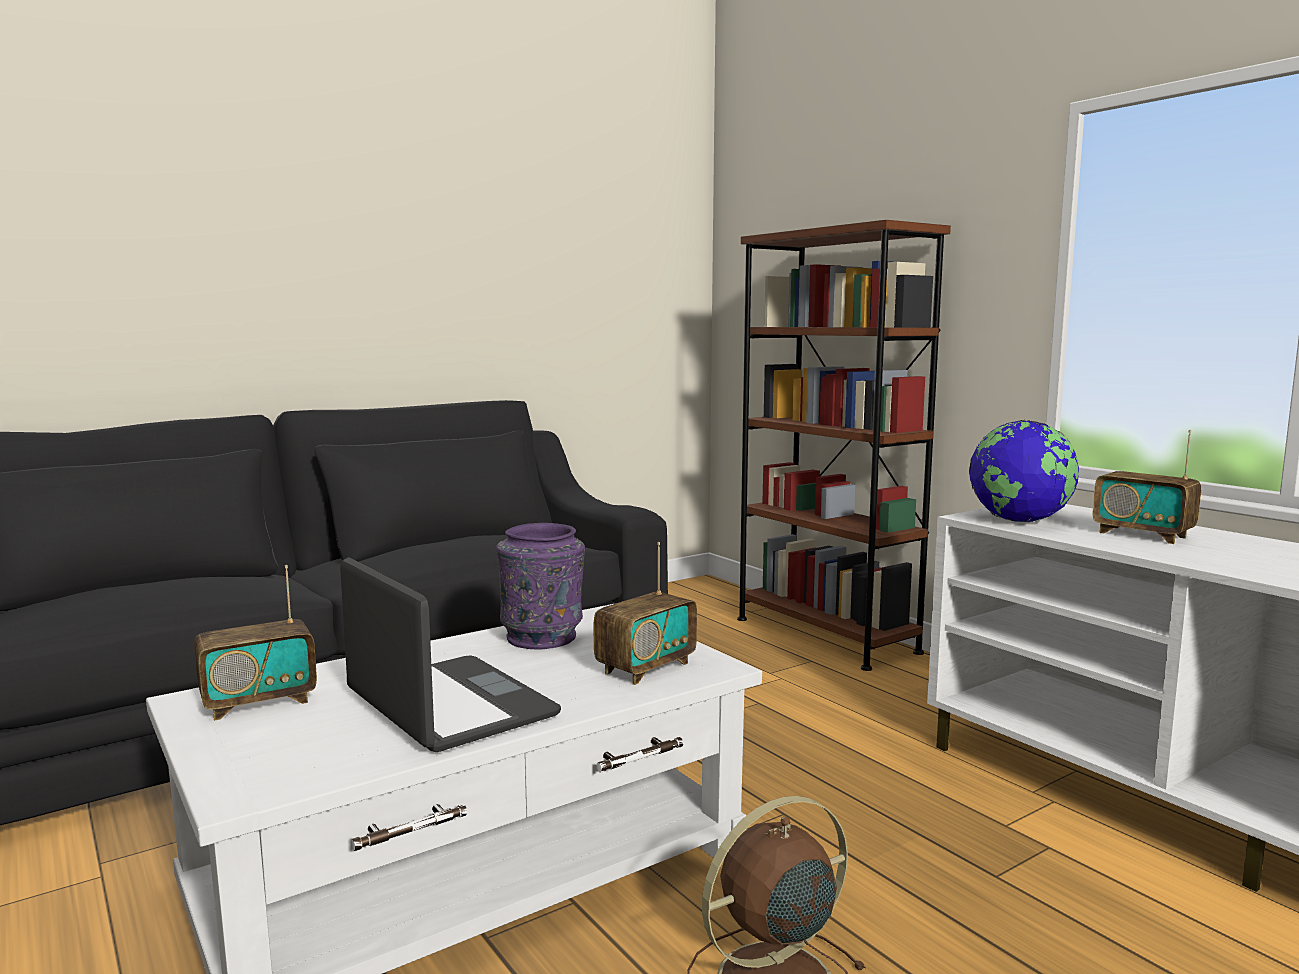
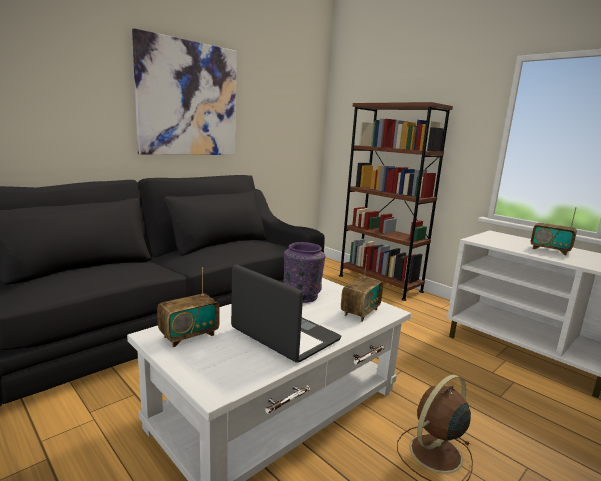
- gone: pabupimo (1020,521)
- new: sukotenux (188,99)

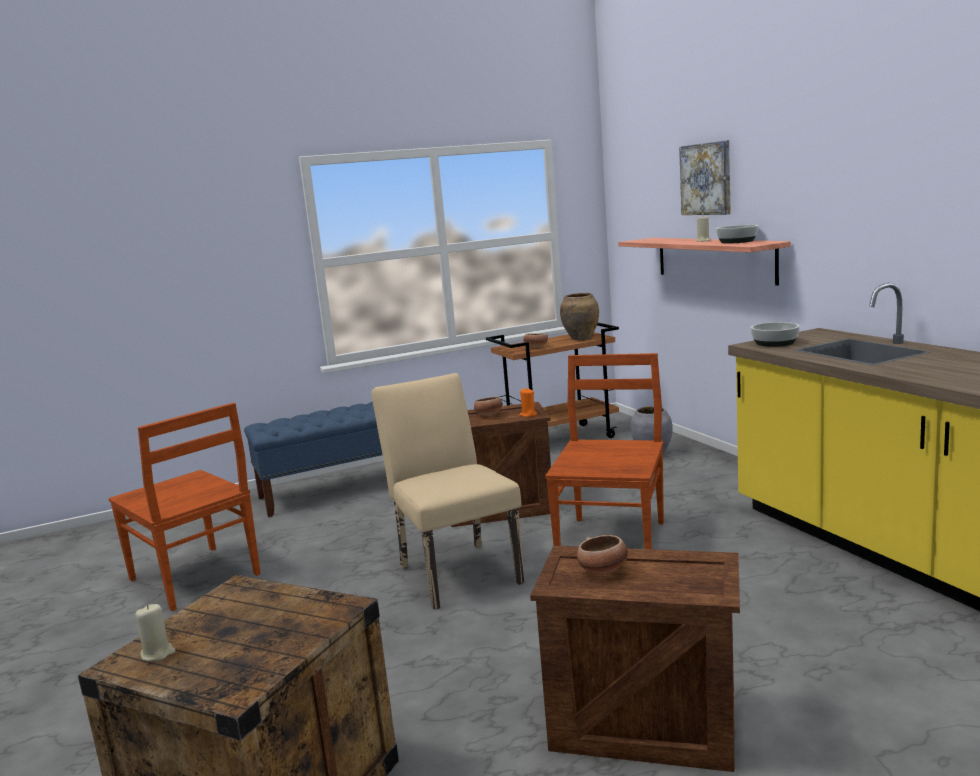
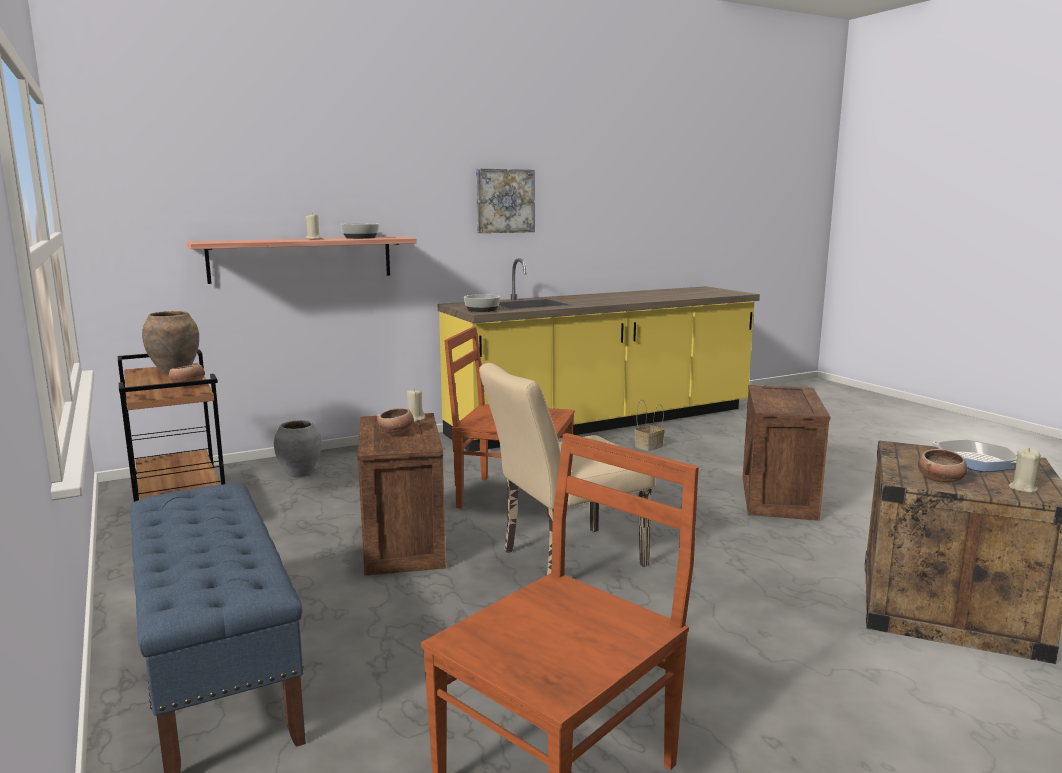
- shifted: sukotenux (706,179) to (505,201)
- repainted: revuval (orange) (528,415) to revuval (beige) (415,419)
- shifted: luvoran (603,570) to (940,480)
- new: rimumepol (649,446)
- new: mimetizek (974,461)

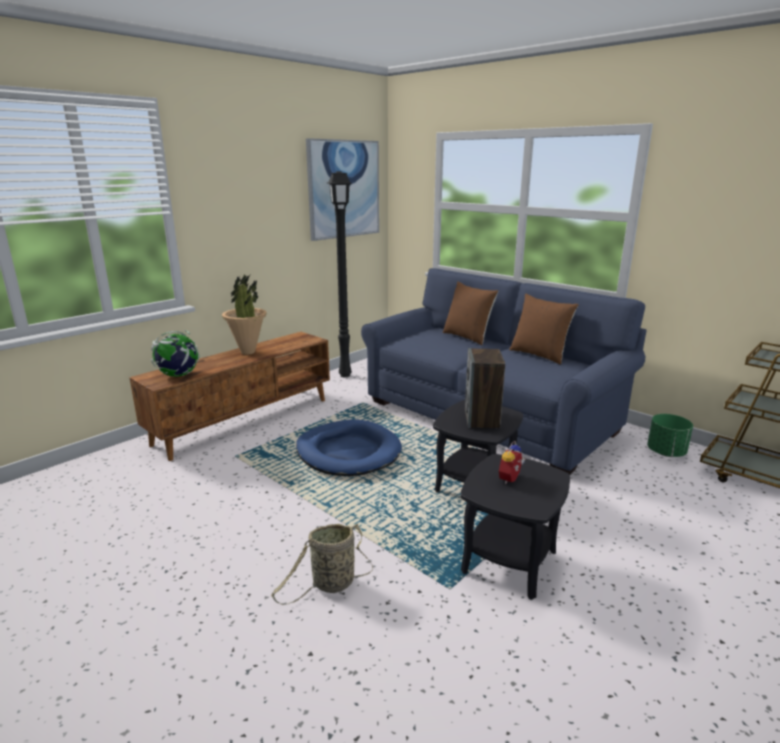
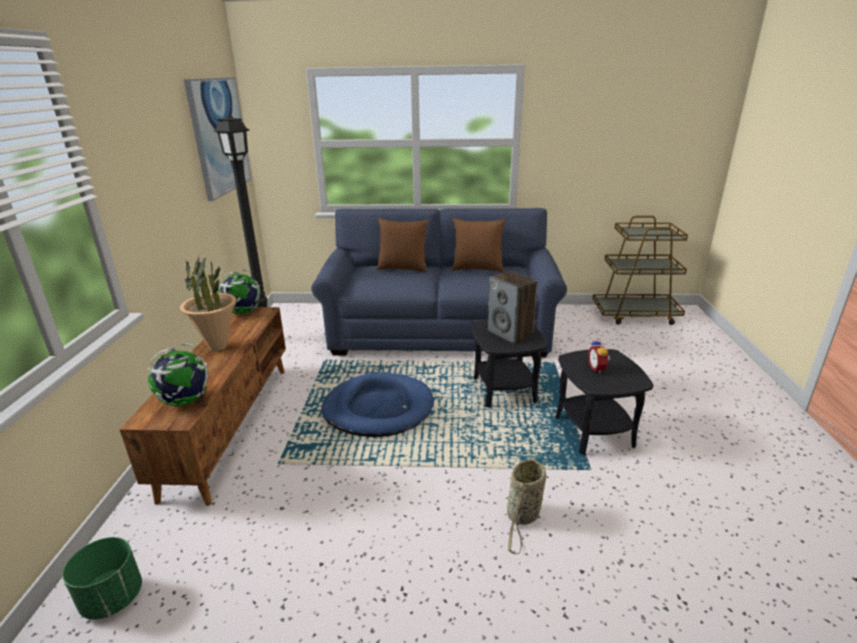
- shifted: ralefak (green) (666,452) to (113,598)
- new: pabupimo (243,312)

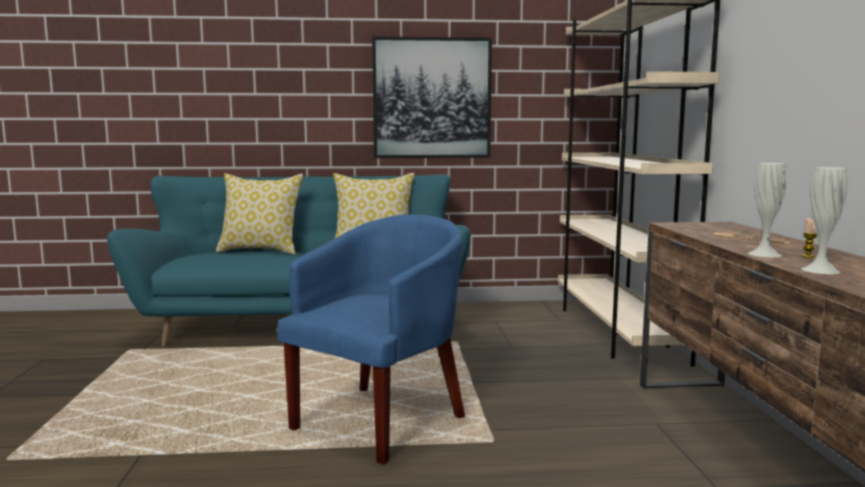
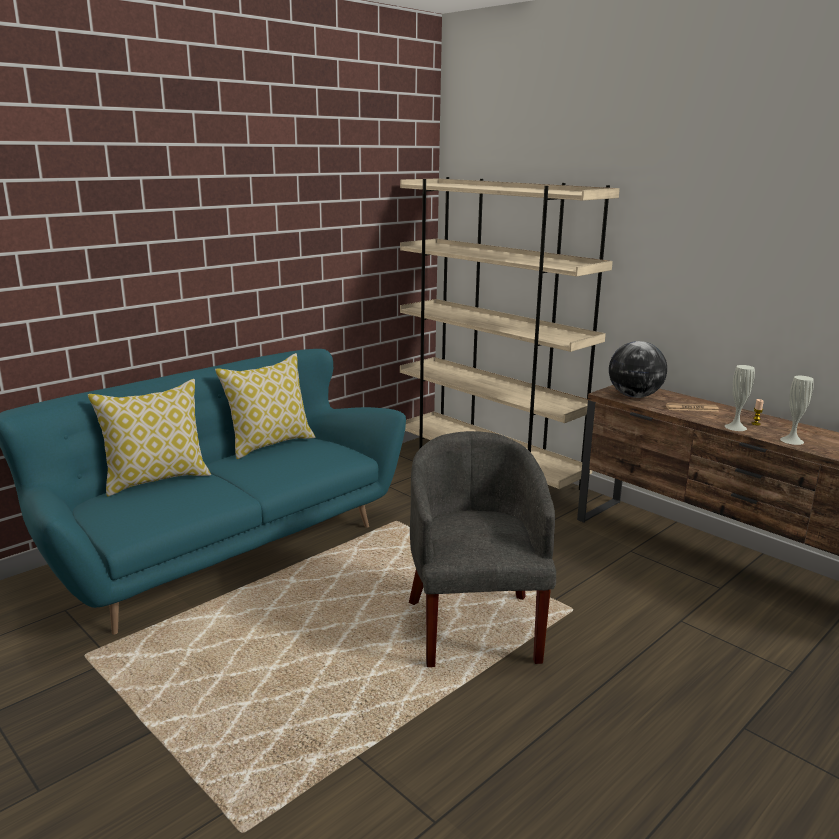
- gone: sukotenux (432,98)
- repainted: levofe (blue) (381,420) to levofe (grey) (474,625)
- new: pabupimo (635,396)

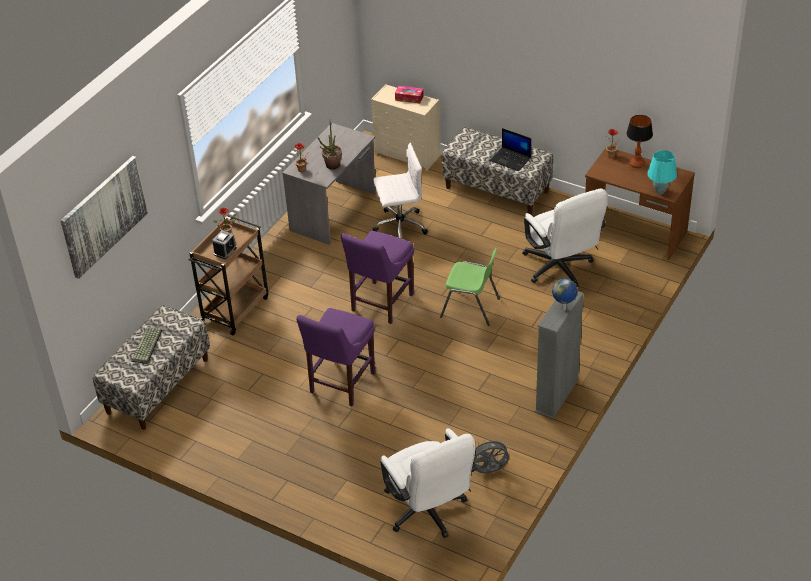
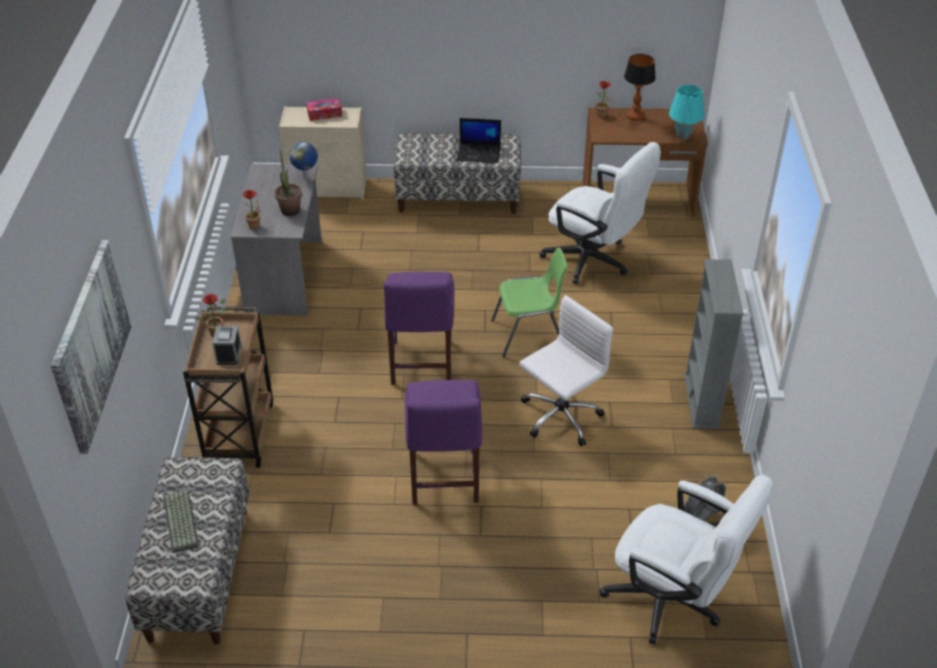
- shifted: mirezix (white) (399,226) to (559,417)
- shifted: pabupimo (564,309) to (306,178)

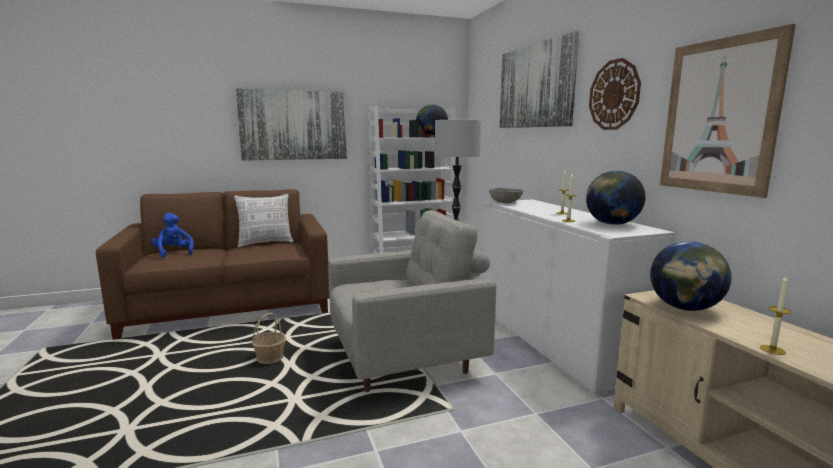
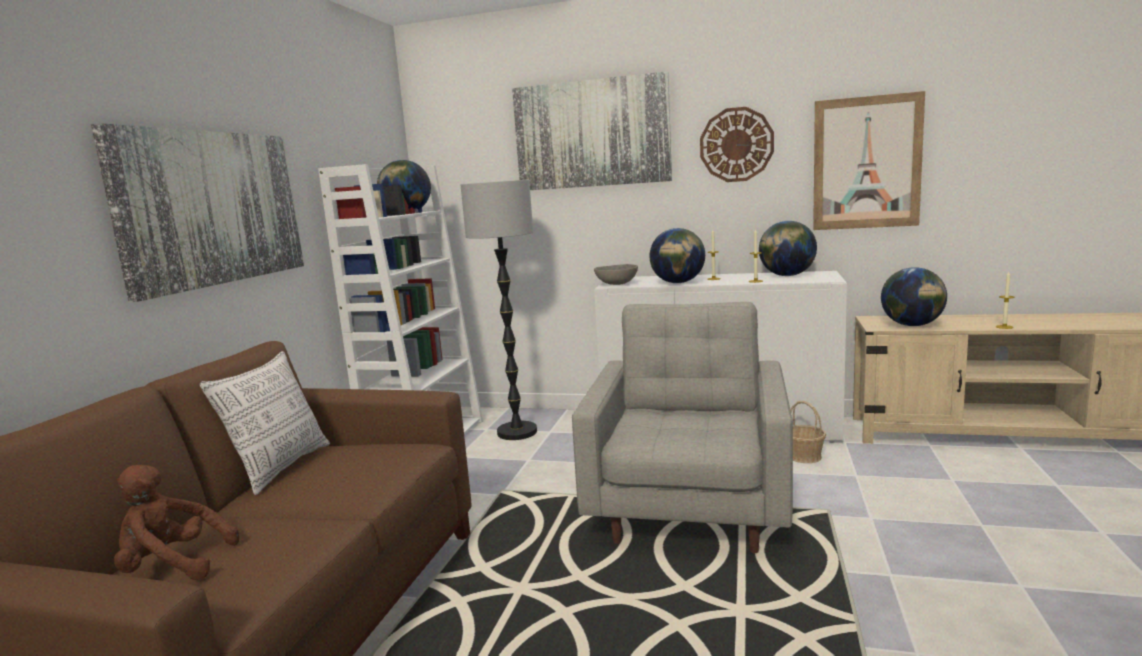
- repainted: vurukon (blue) (174,253) to vurukon (brown) (172,566)
- shifted: rimumepol (270,358) to (804,456)
- new: pabupimo (678,283)

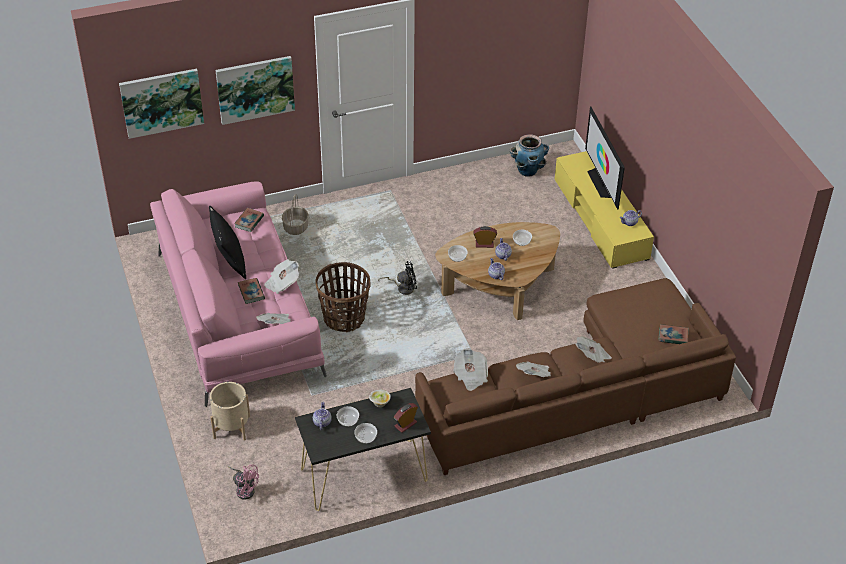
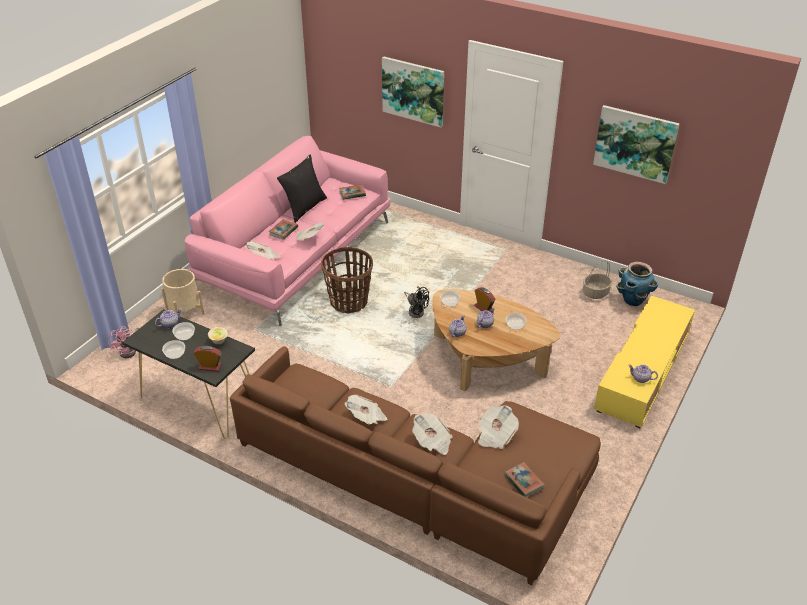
- shifted: sukotenux (162,102) to (635,143)
- gone: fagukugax (602,183)
- shifted: rimumepol (295,227) to (595,292)
- shifted: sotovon (470,376) to (495,435)

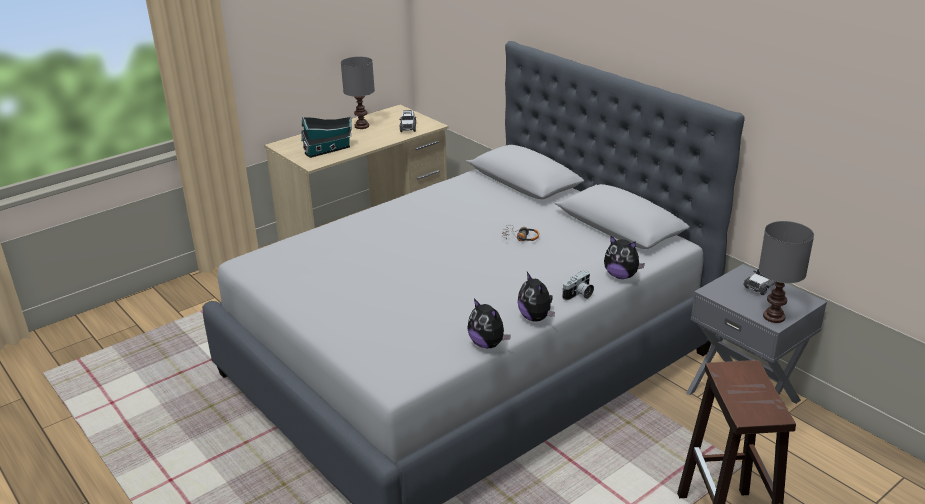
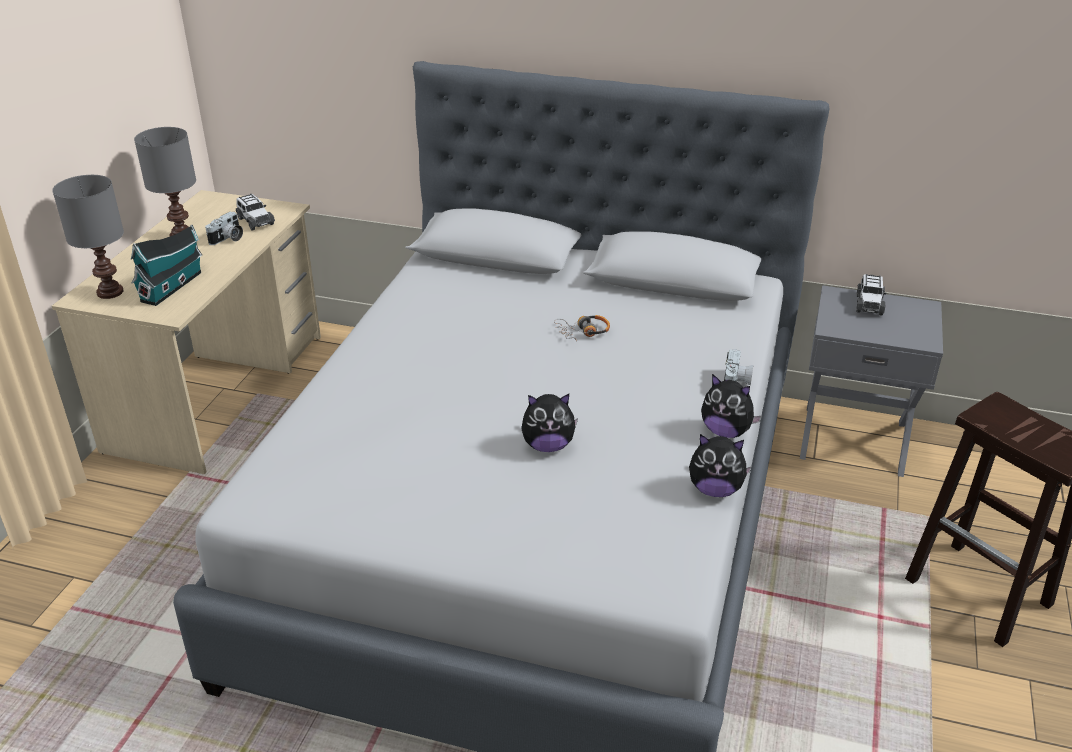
- shifted: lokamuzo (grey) (773,316) to (109,292)
- shifted: vurukon (621,276) to (548,446)
- new: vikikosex (228,239)

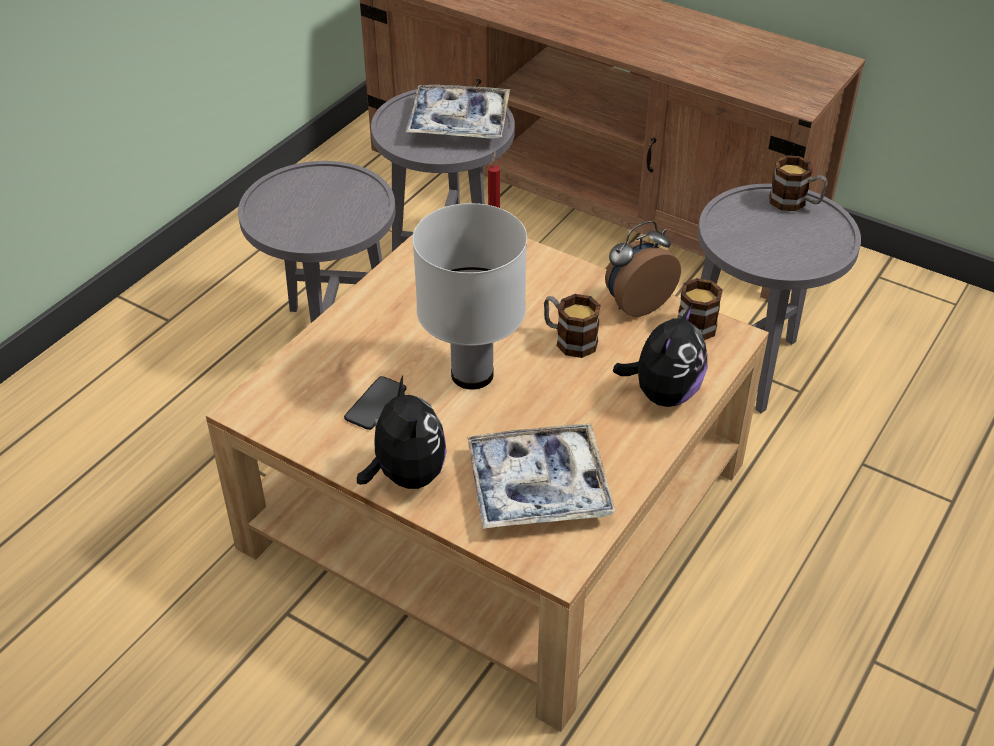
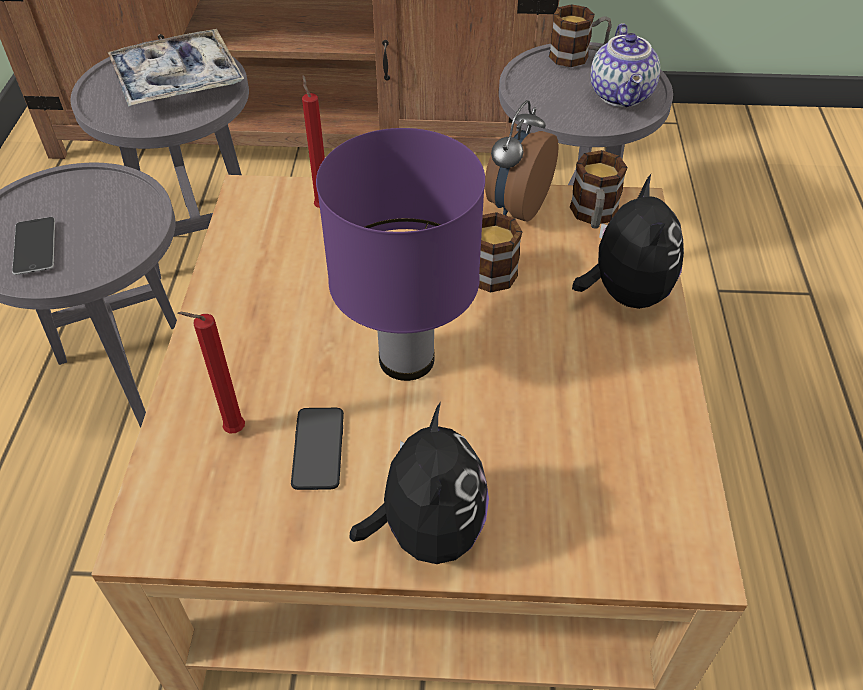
- repainted: lokamuzo (white) (471,375) to lokamuzo (purple) (406,360)
- rotated: vurukon (406,475) = (427,530) 45 degrees clockwise
- gone: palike (538,487)
- new: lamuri (622,95)
- new: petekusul (34,246)
- new: revuval (red) (231,431)

